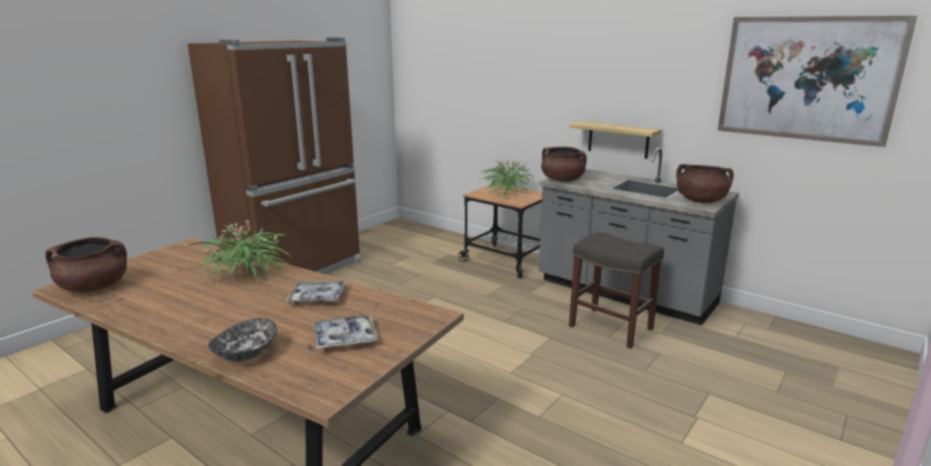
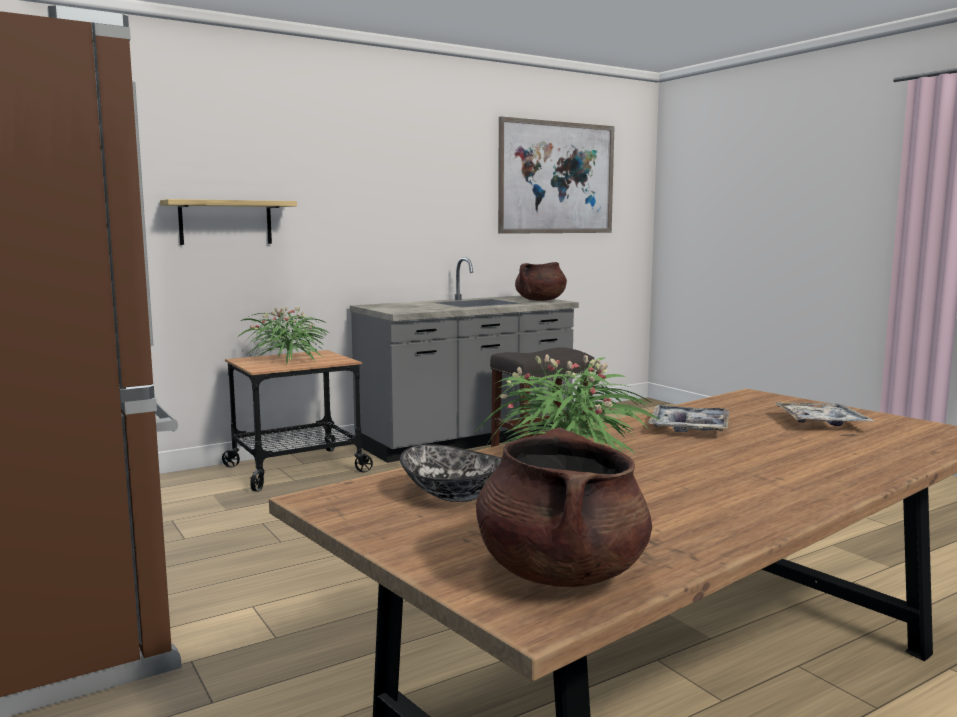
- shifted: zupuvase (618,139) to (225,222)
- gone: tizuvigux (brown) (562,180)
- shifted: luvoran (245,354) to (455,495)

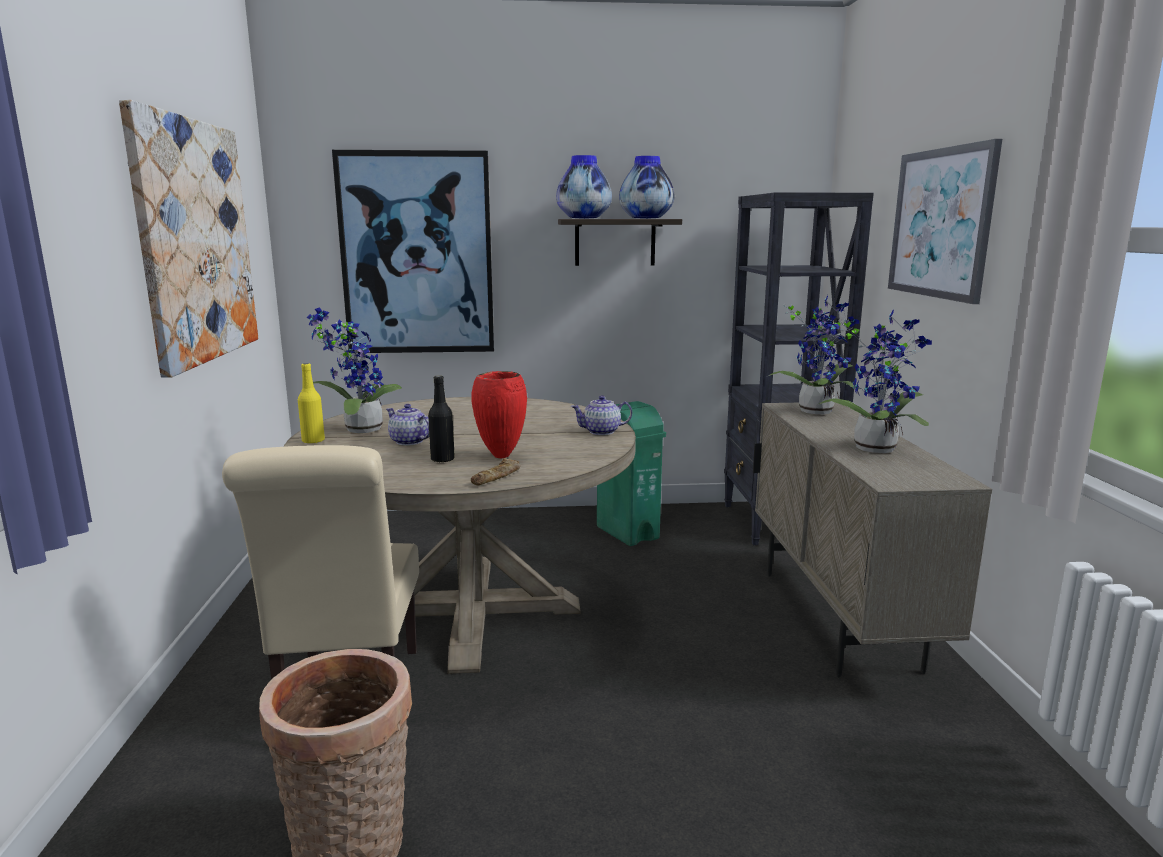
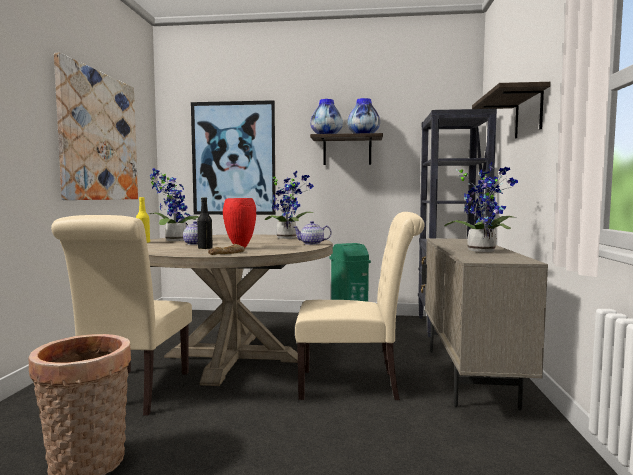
- swapped: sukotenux (940,223) to zupuvase (528,114)
- shifted: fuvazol (816,410) to (288,238)
- new: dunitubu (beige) (356,385)

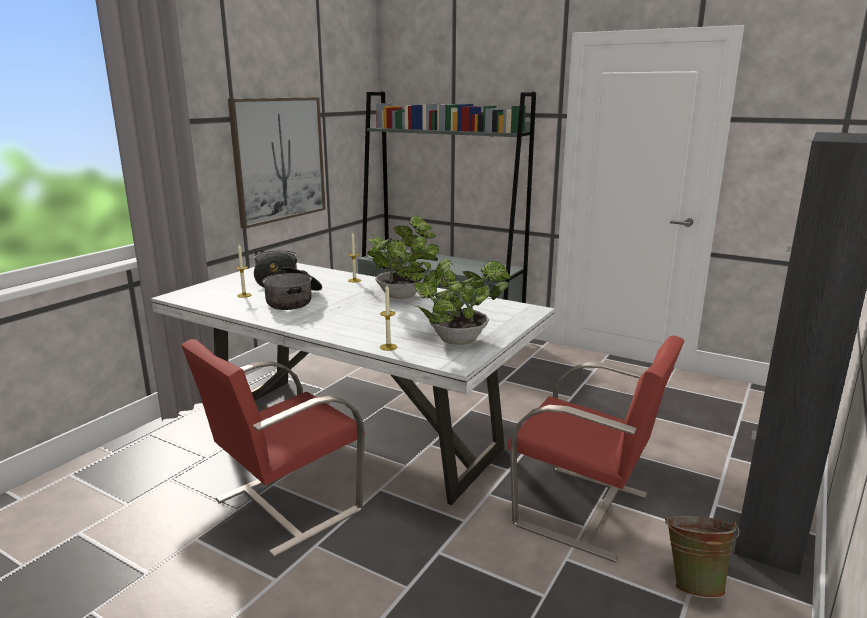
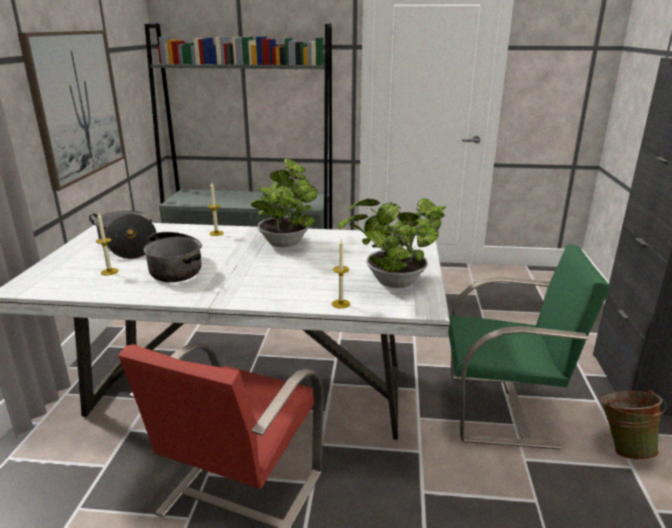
- repainted: dunitubu (red) (584,511) to dunitubu (green) (503,409)

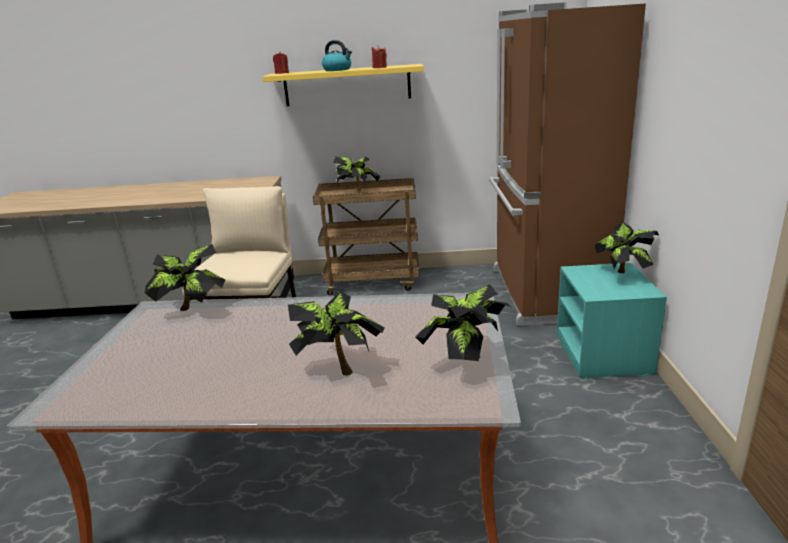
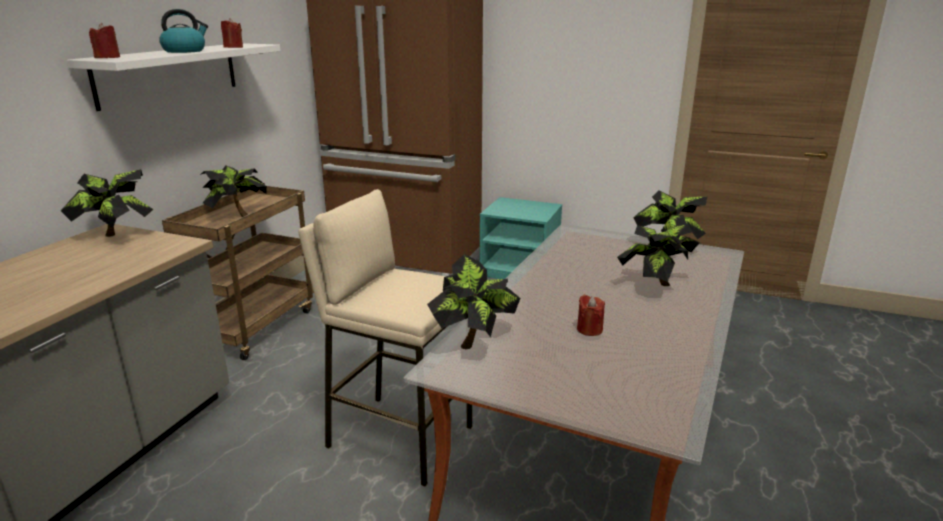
- repainted: zupuvase (yellow) (347,85) to zupuvase (white) (169,74)
- shifted: fuvazol (622,275) to (116,237)
- new: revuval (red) (589,329)

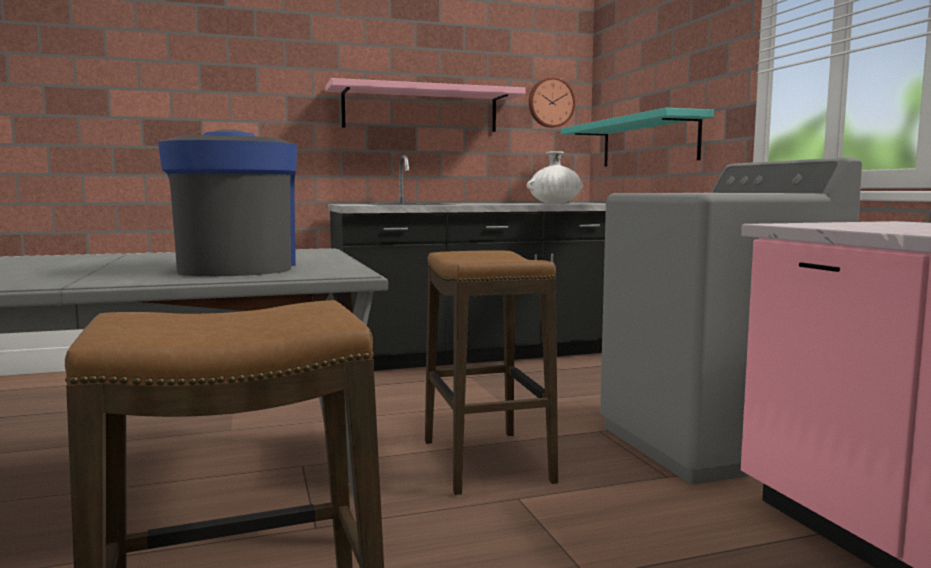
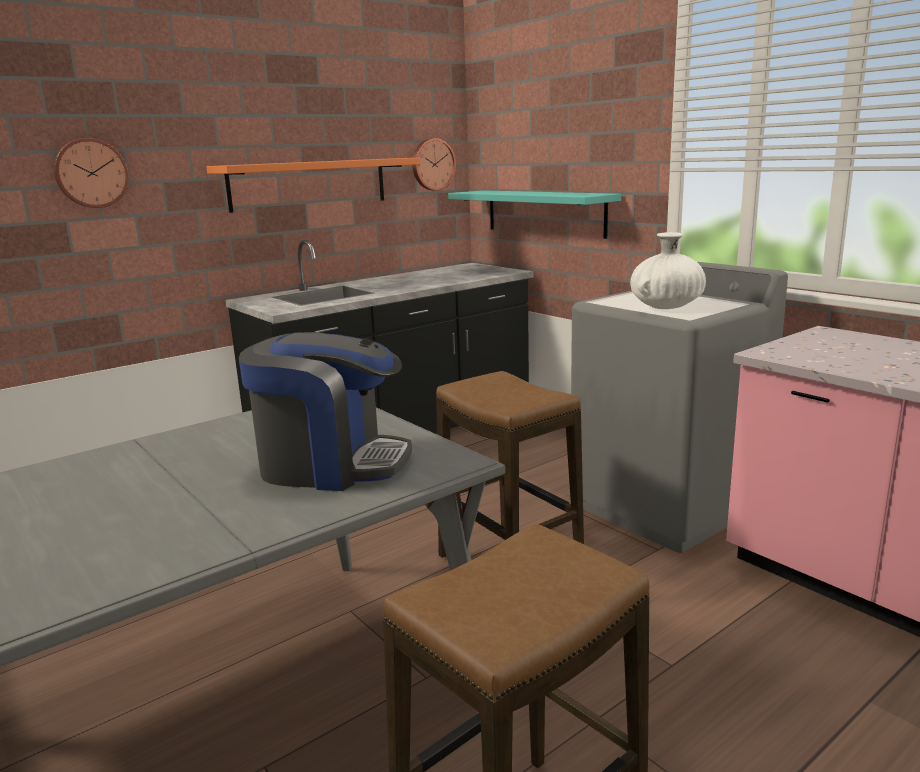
- repainted: zupuvase (pink) (421,109) to zupuvase (orange) (309,184)
- rotated: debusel (236,267) = (331,464) 135 degrees clockwise
- shifted: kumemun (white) (555,203) to (666,307)
- new: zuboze (91,173)

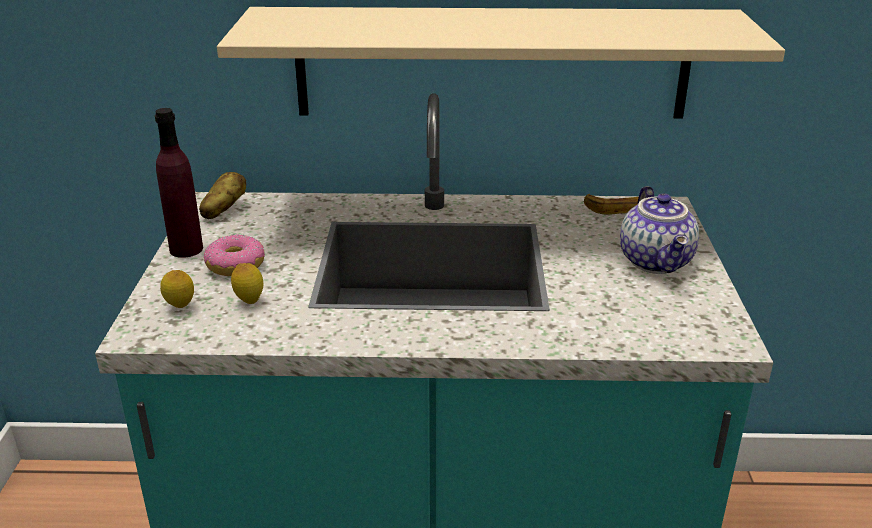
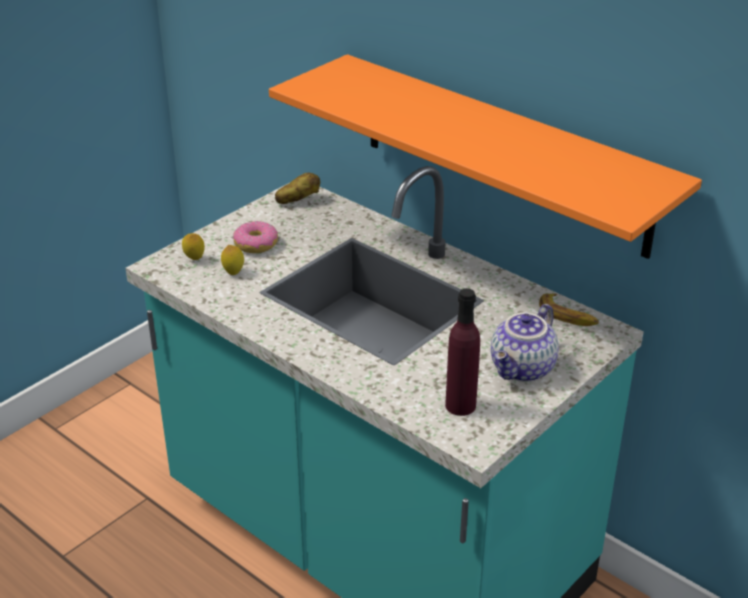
- repainted: zupuvase (beige) (491,63) to zupuvase (orange) (503,154)
- shifted: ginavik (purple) (186,249) to (460,405)

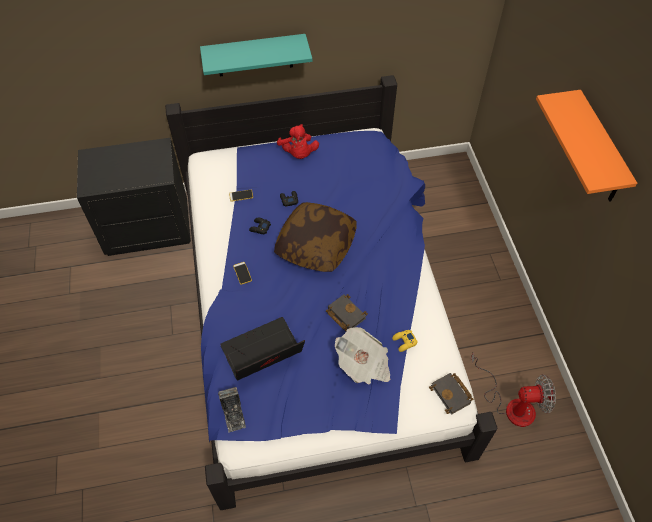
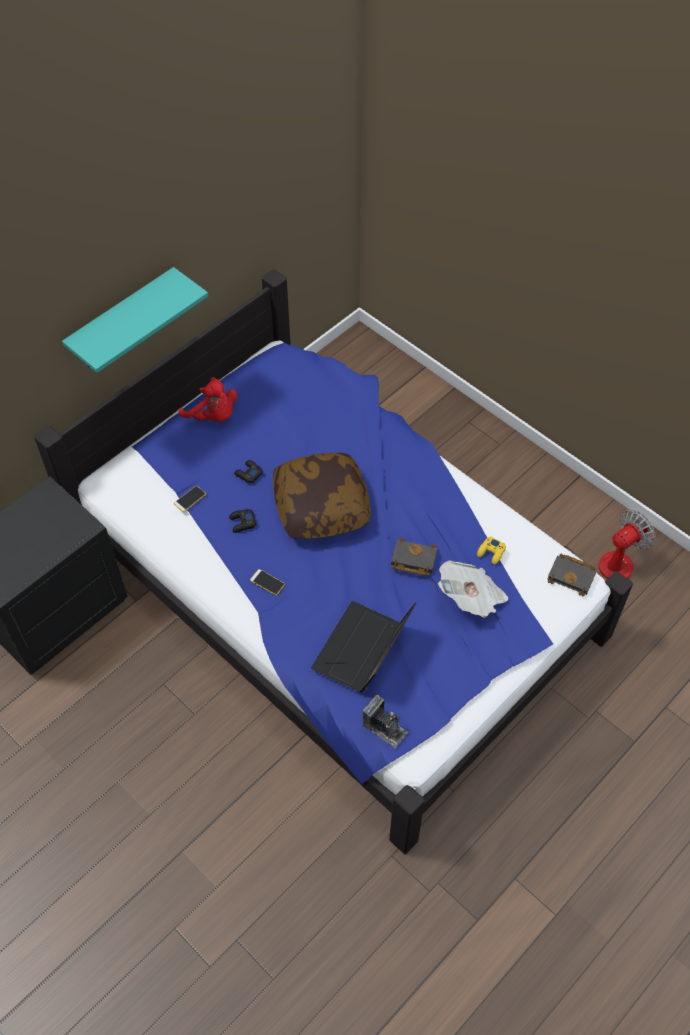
- gone: zupuvase (orange) (599,150)

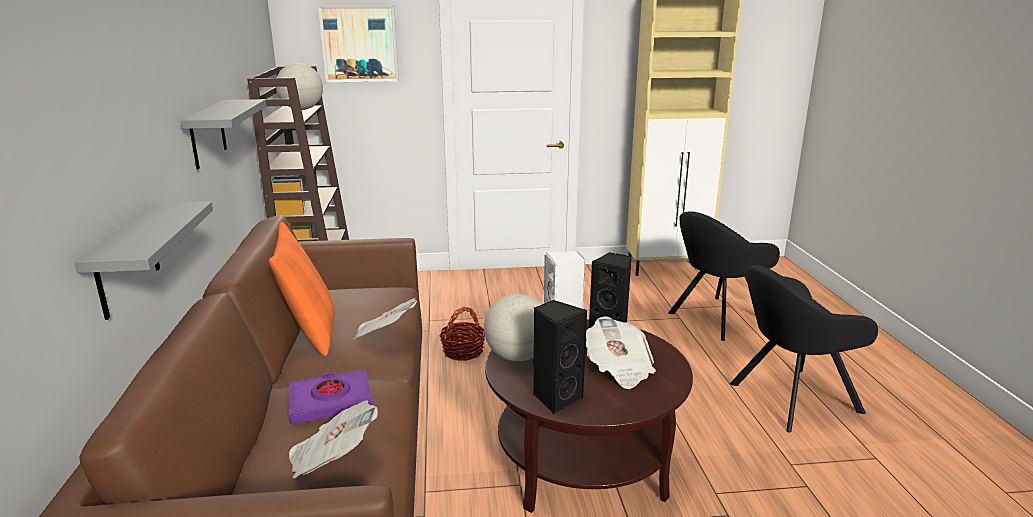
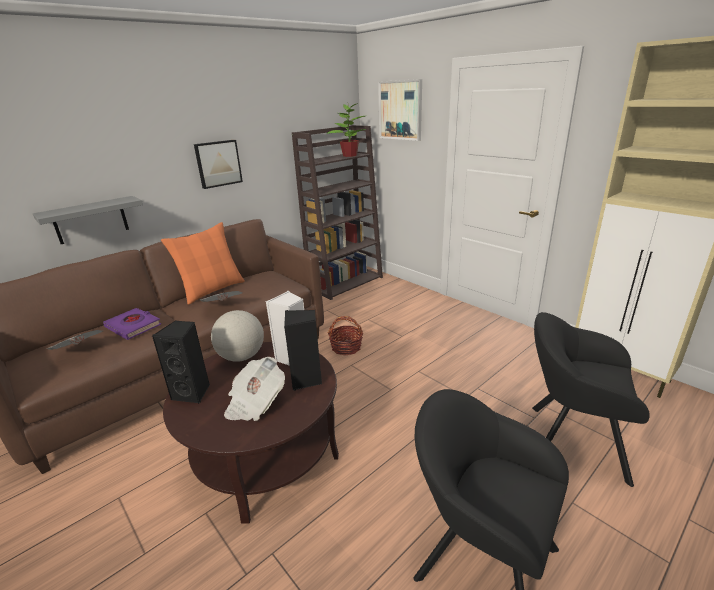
- swapped: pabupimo (302,109) to fuvazol (349,155)
- swapped: zupuvase (grey) (207,134) to sukotenux (218,163)

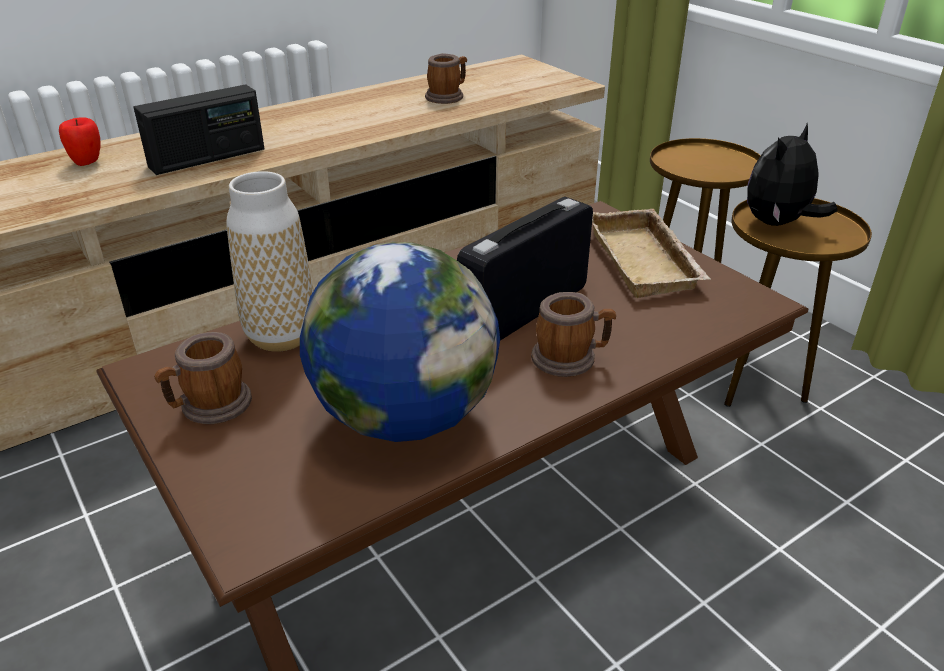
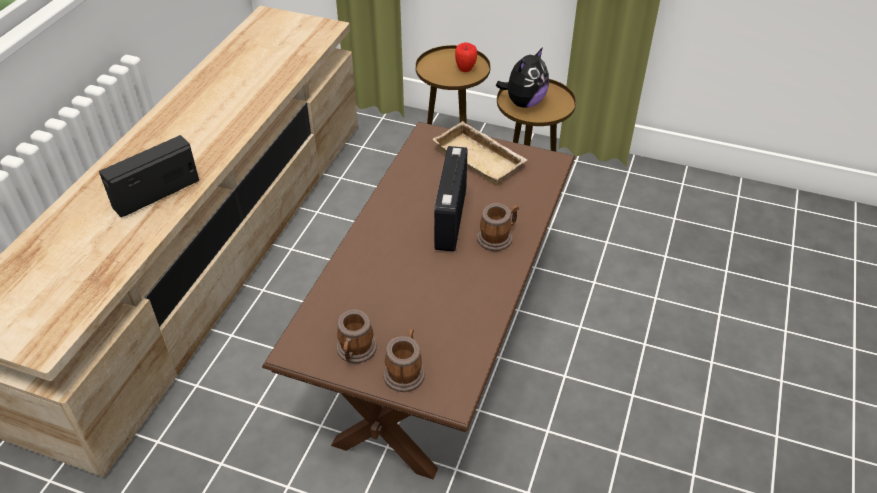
- shifted: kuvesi (447,96) to (405,371)
- rotated: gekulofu (207,158) = (156,193) 150 degrees counterclockwise
- shifted: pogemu (87,163) to (465,69)
- rotated: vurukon (778,224) = (524,103) 150 degrees counterclockwise
- gone: kumemun (282,336)
- gone: pabupimo (405,417)

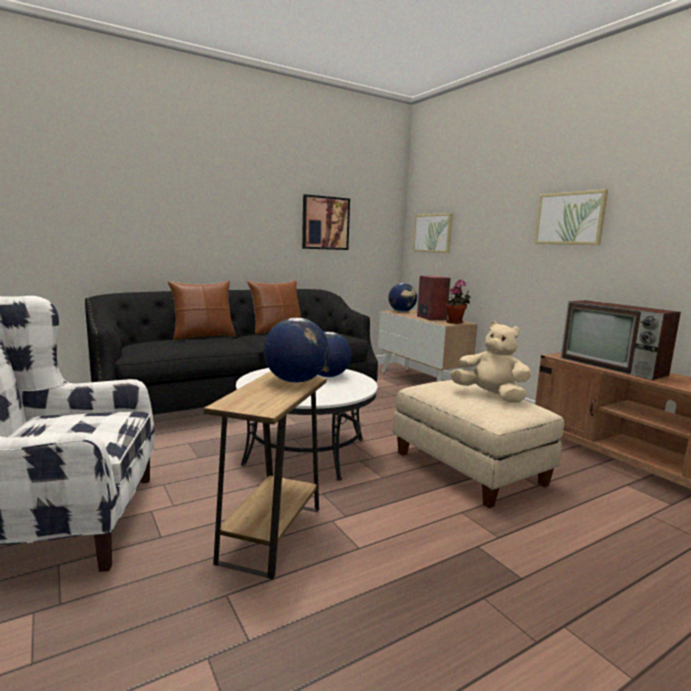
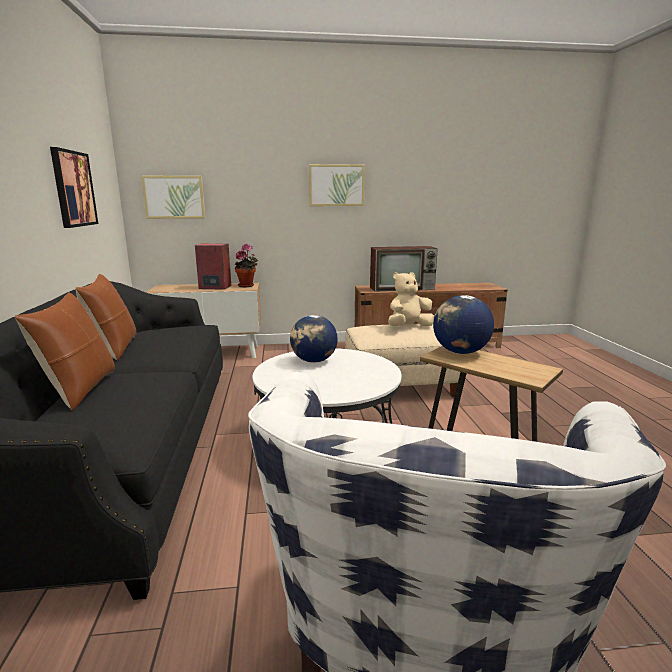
- gone: pabupimo (402,311)

